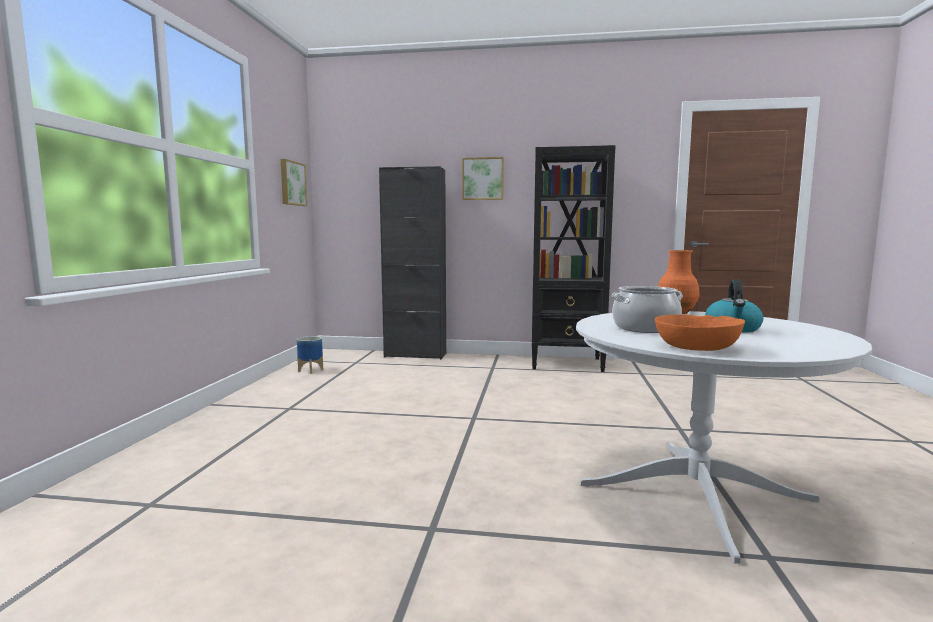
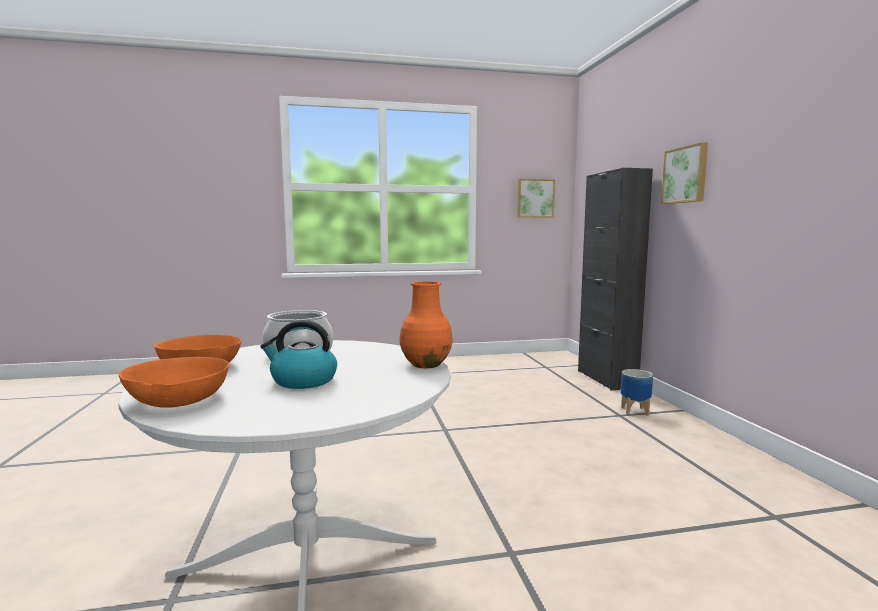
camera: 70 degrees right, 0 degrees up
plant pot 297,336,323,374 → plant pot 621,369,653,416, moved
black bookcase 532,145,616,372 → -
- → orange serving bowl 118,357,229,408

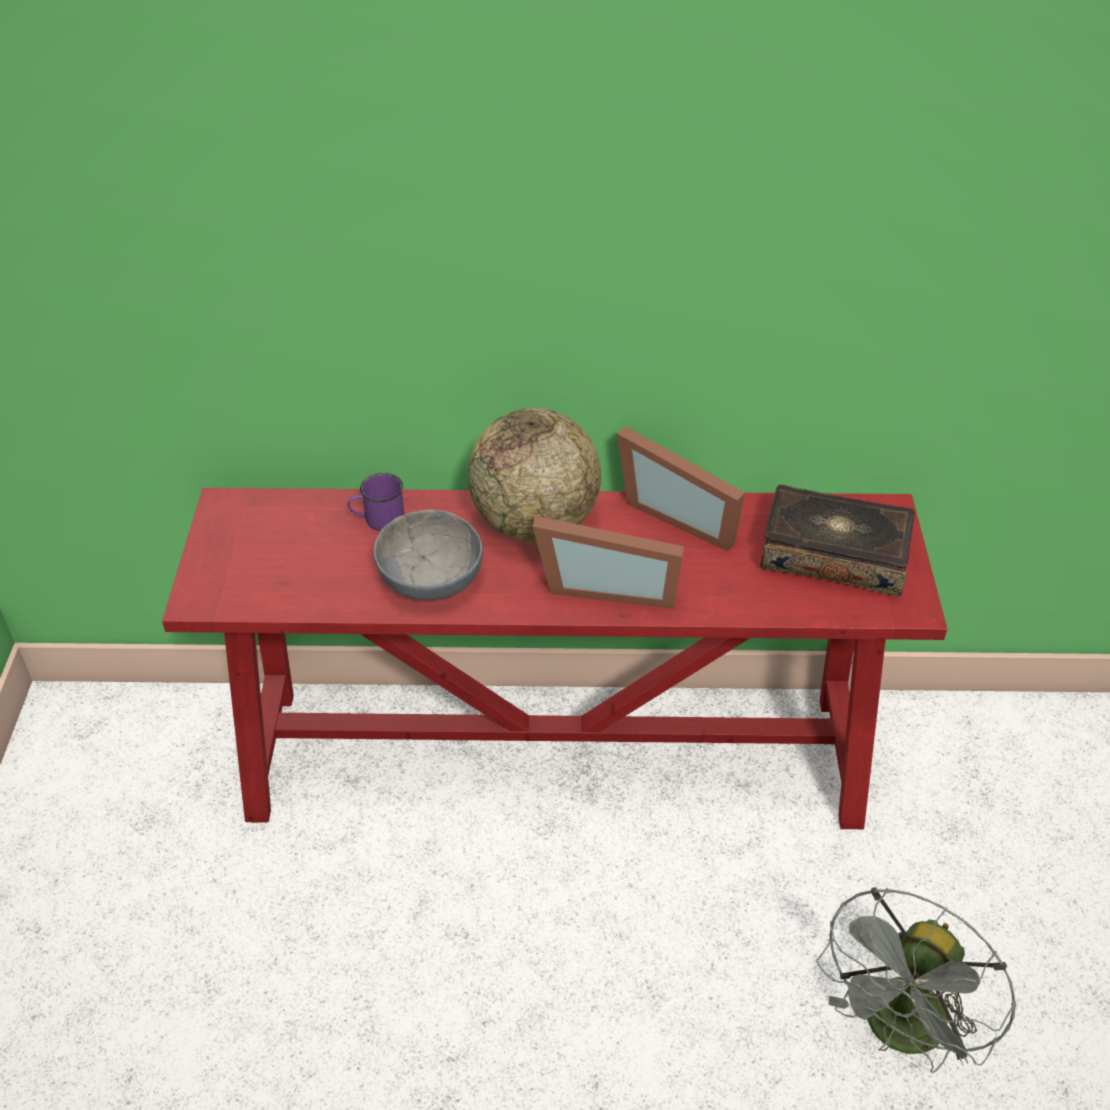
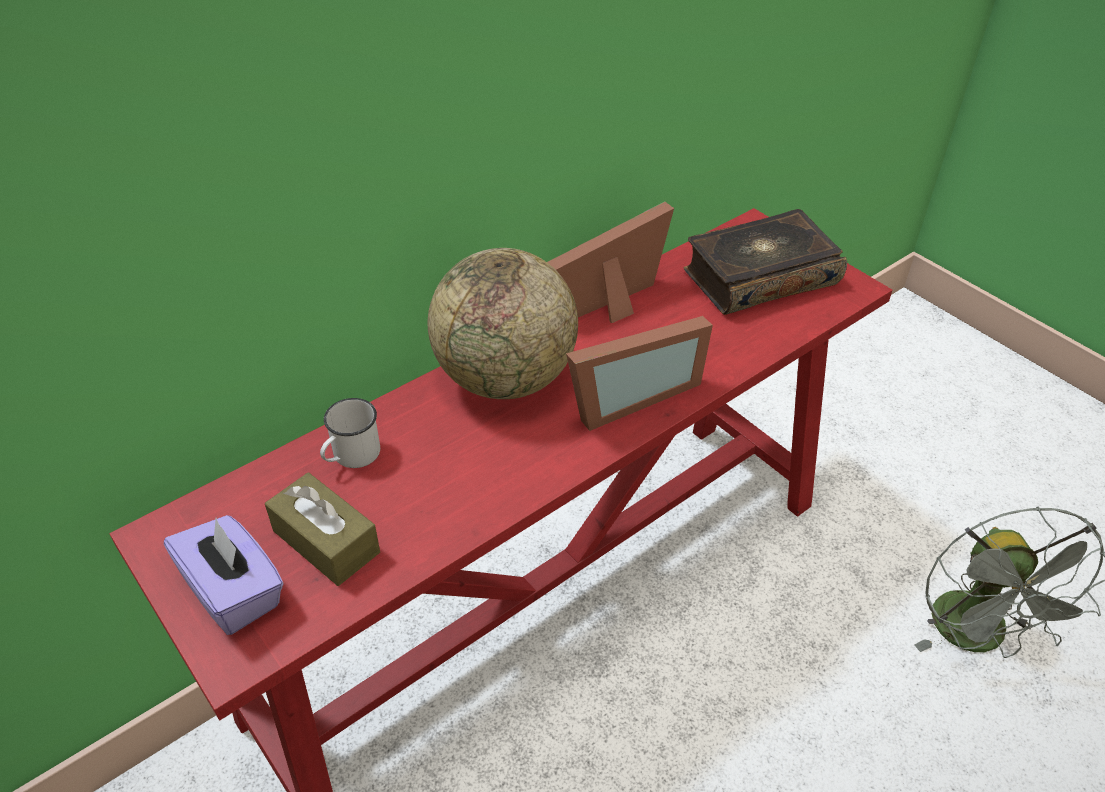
camera: 40 degrees left, 0 degrees up
purplish tea mug 348,473,404,531 → white-coloured tea mug 320,398,380,468
greyish serving bowl 373,509,483,600 → -
picture frame 617,426,745,551 → picture frame 547,202,674,323, 150 degrees clockwise
- → purplish tissue box 164,515,284,635
- → brown tissue box 265,473,380,586

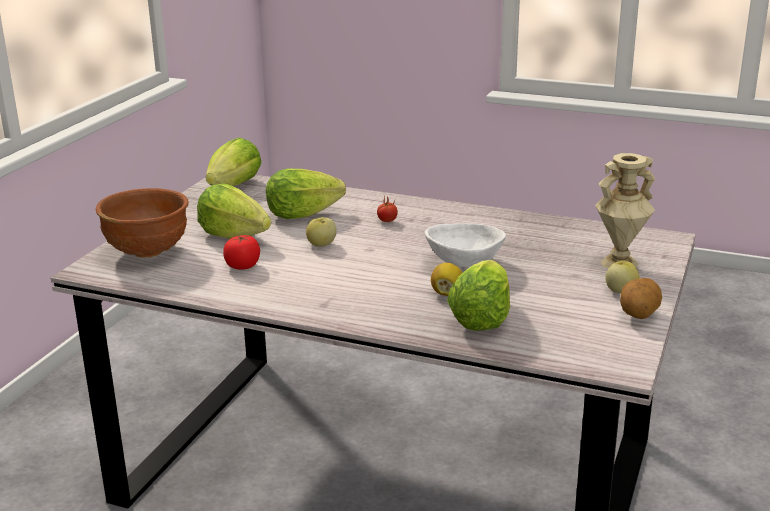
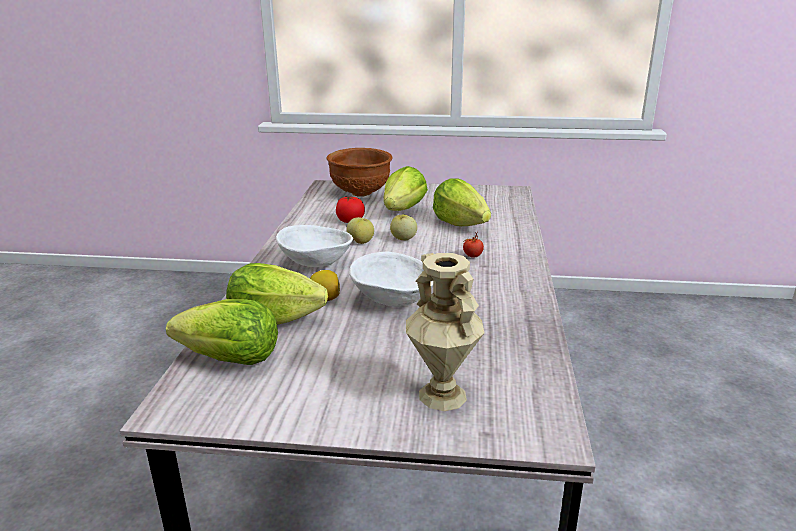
camera: 75 degrees right, 0 degrees up
lettuce 206,137,261,186 → lettuce 166,299,278,365, moved
apple fruit 605,261,640,293 → apple fruit 347,217,374,244, moved
potato 620,278,662,319 → -
- → white-coloured serving bowl 276,225,353,267

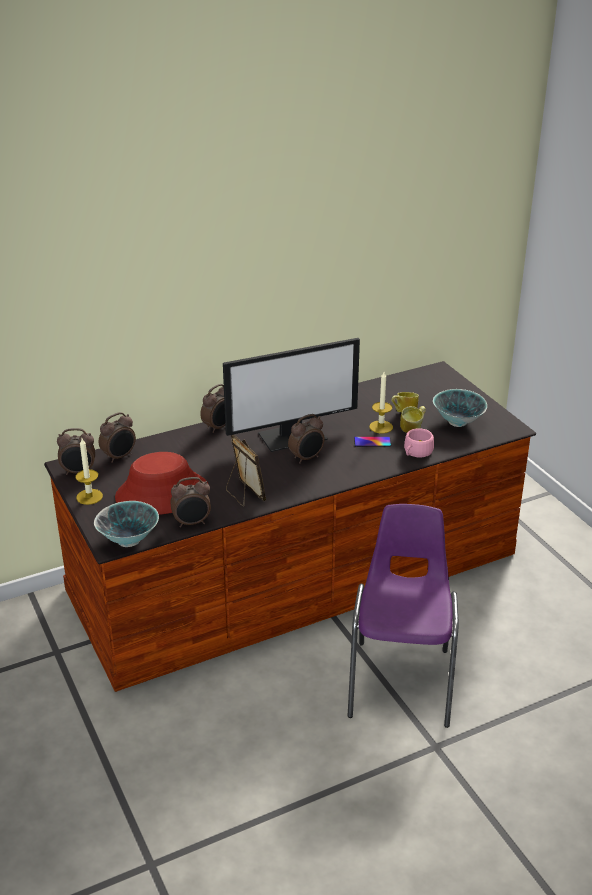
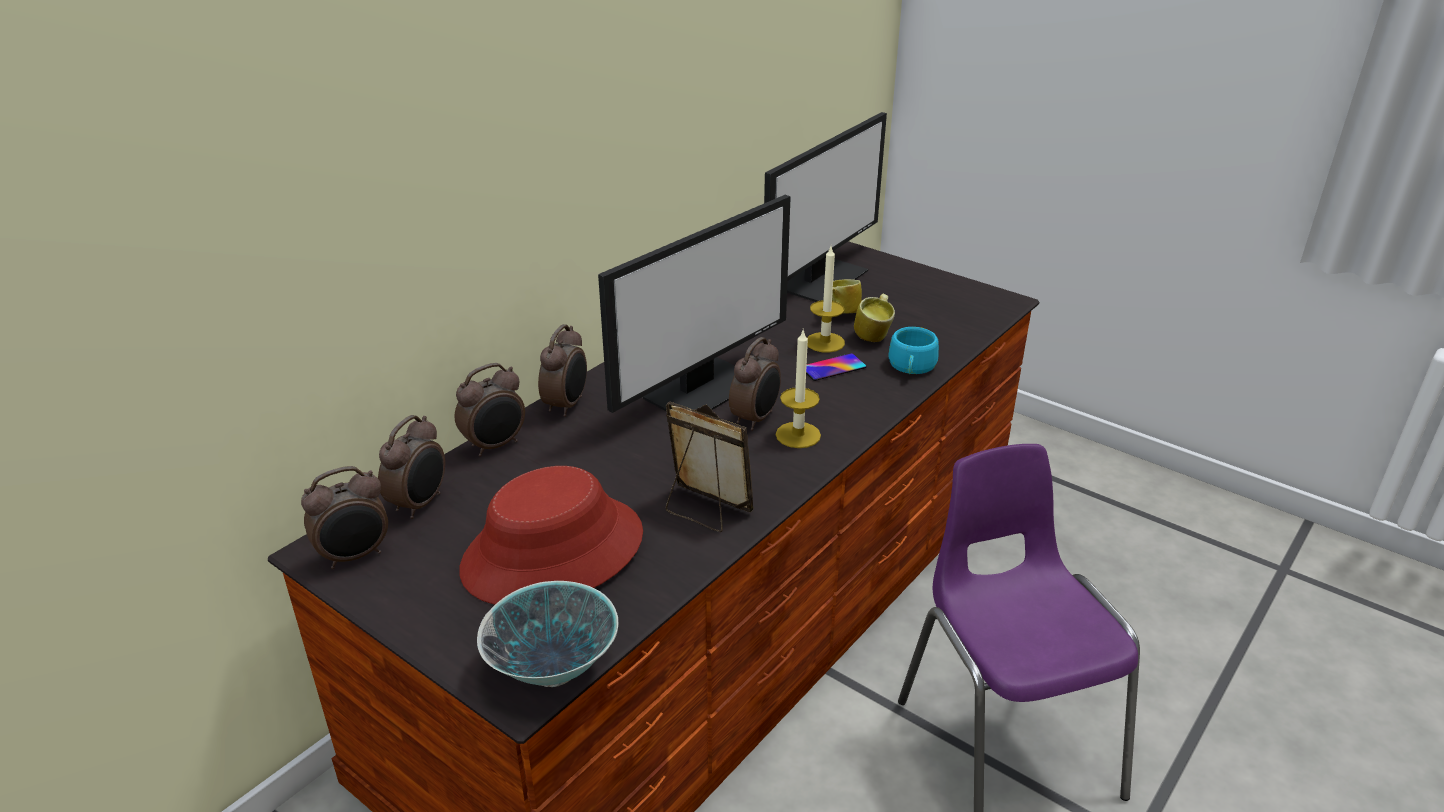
camera: 25 degrees left, 0 degrees up
candle 76,438,103,505 → candle 776,330,821,448, moved
bedside clock 170,477,211,528 → bedside clock 455,363,525,457, moved
pink-coloured small cup 404,428,434,457 → turquoise small cup 889,327,939,374
serving bowl 433,389,487,427 → -
- → monitor 764,112,887,302

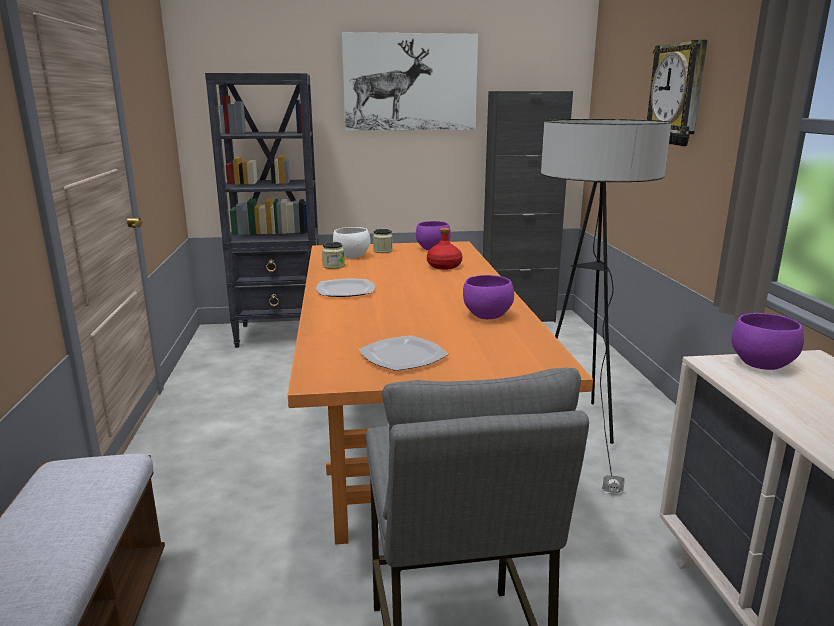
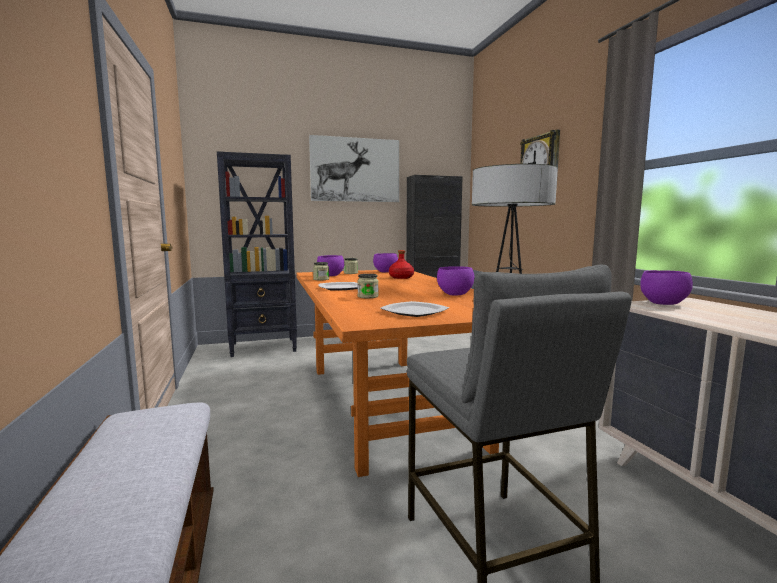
camera: 10 degrees left, 10 degrees down
white-coloured serving bowl 333,227,371,258 → purplish serving bowl 317,255,344,276
- → storage jar 357,274,379,298

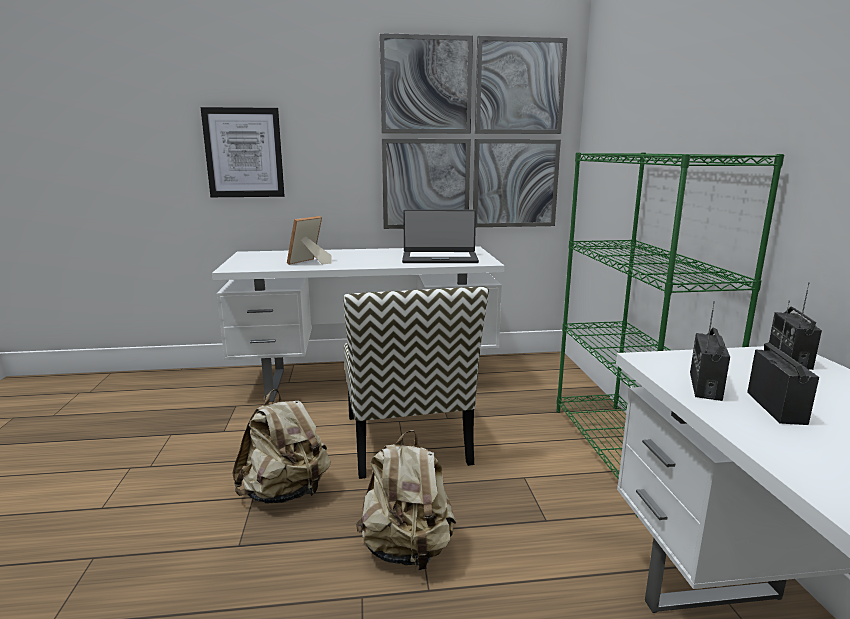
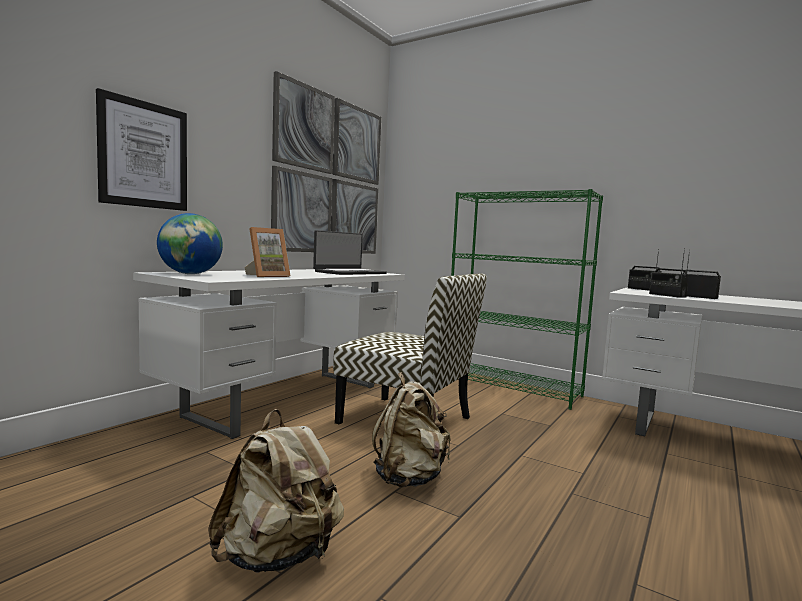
camera: 50 degrees left, 10 degrees down
picture frame 287,216,332,265 → picture frame 244,227,291,277, 120 degrees counterclockwise
sand-coloured knapsack 356,430,456,570 → sand-coloured knapsack 208,409,344,573, moved
- → desk globe 157,213,223,274

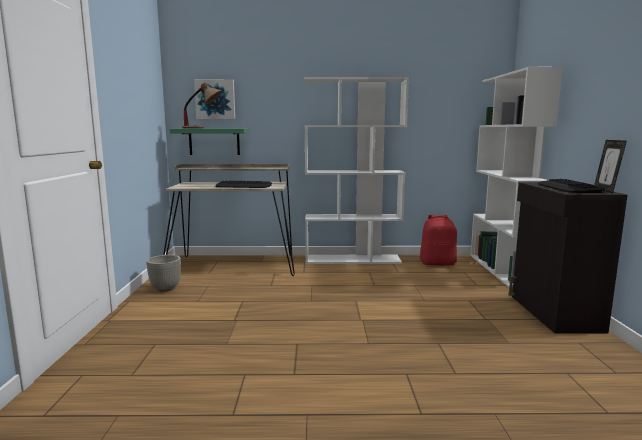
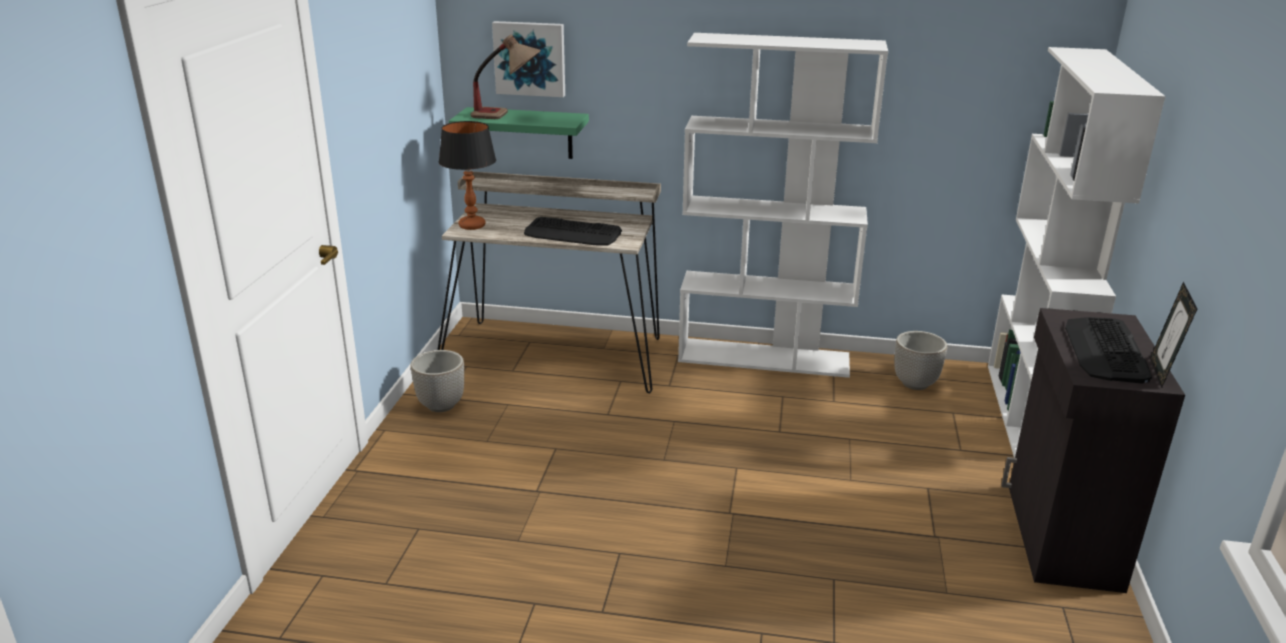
camera: 10 degrees right, 15 degrees up
red knapsack 420,215,457,266 → plant pot 894,331,947,390
- → table lamp 439,121,496,230

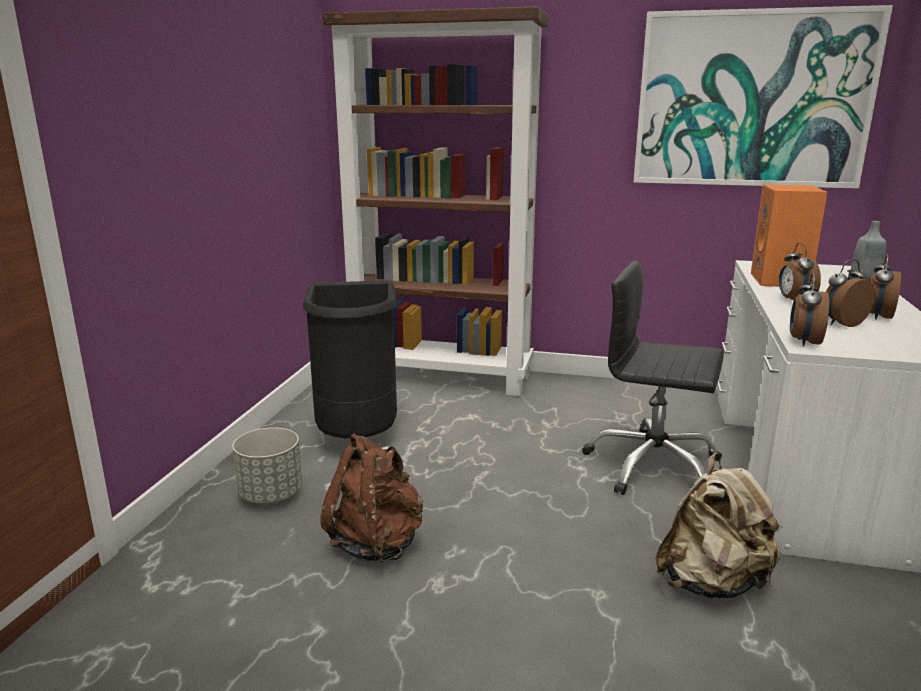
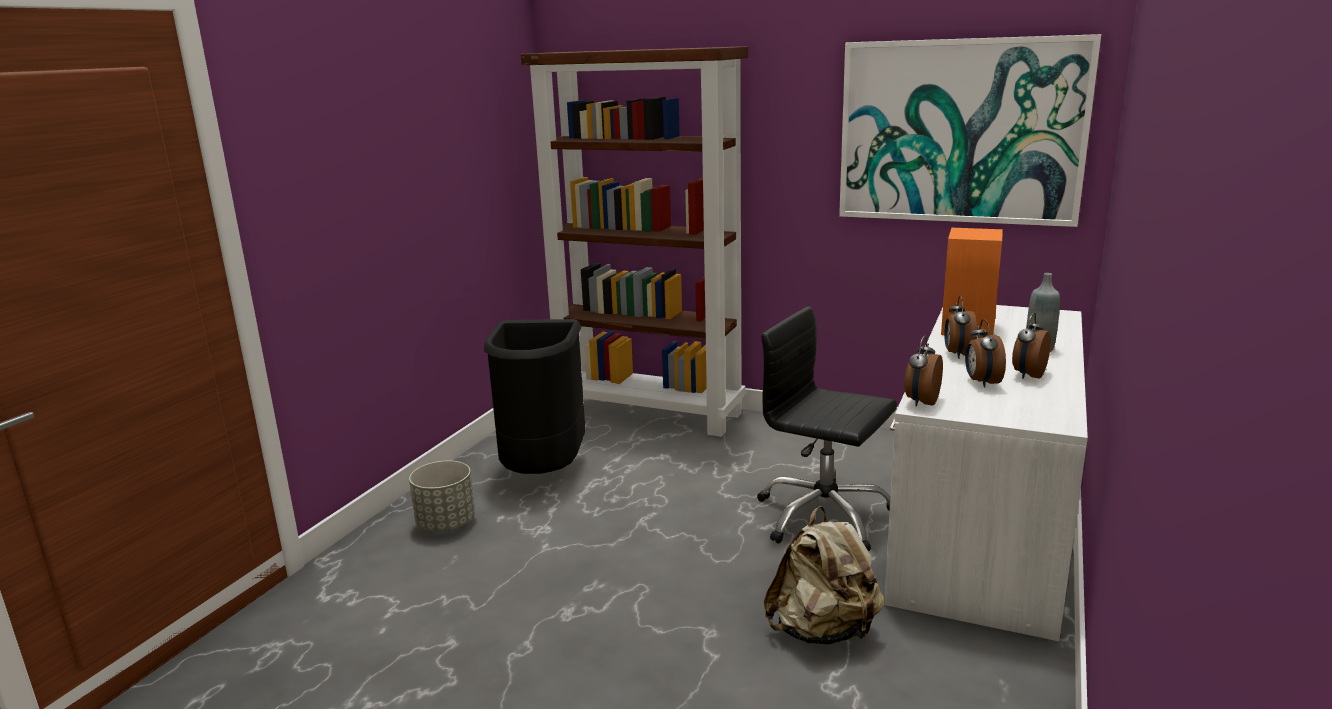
camera: 10 degrees right, 0 degrees up
brown knapsack 320,433,423,563 → -
bedside clock 826,259,875,327 → bedside clock 965,319,1006,387, 75 degrees counterclockwise

